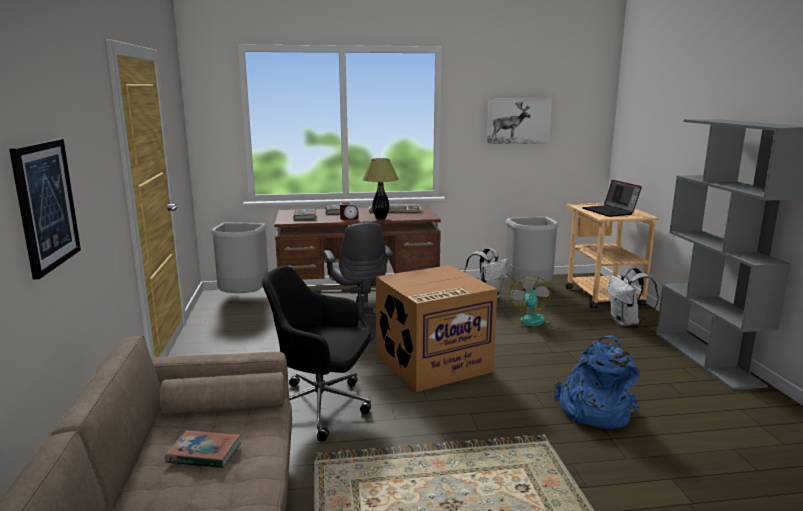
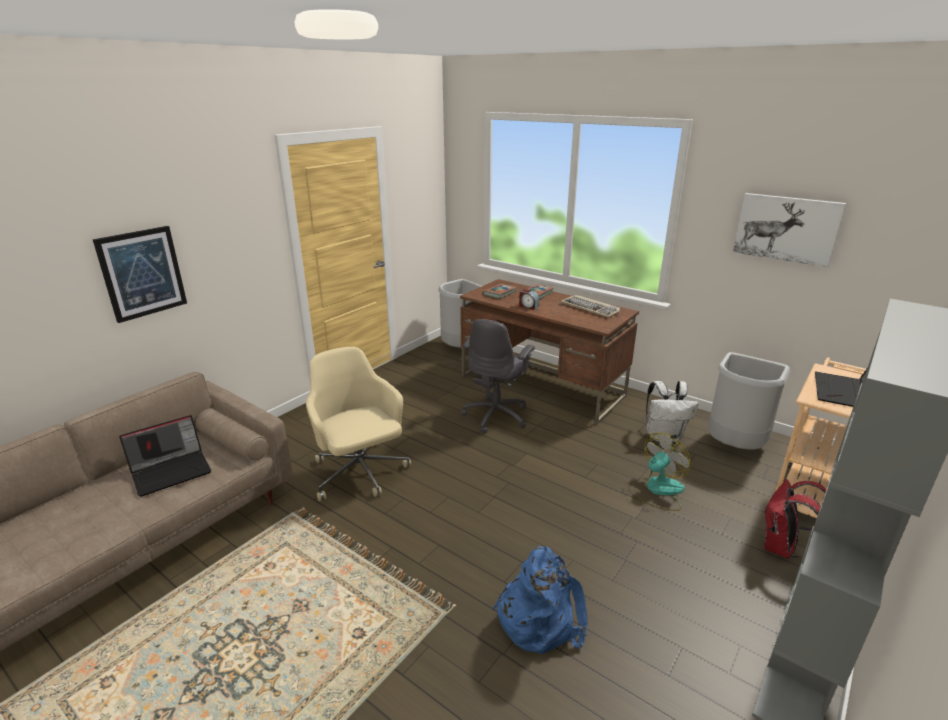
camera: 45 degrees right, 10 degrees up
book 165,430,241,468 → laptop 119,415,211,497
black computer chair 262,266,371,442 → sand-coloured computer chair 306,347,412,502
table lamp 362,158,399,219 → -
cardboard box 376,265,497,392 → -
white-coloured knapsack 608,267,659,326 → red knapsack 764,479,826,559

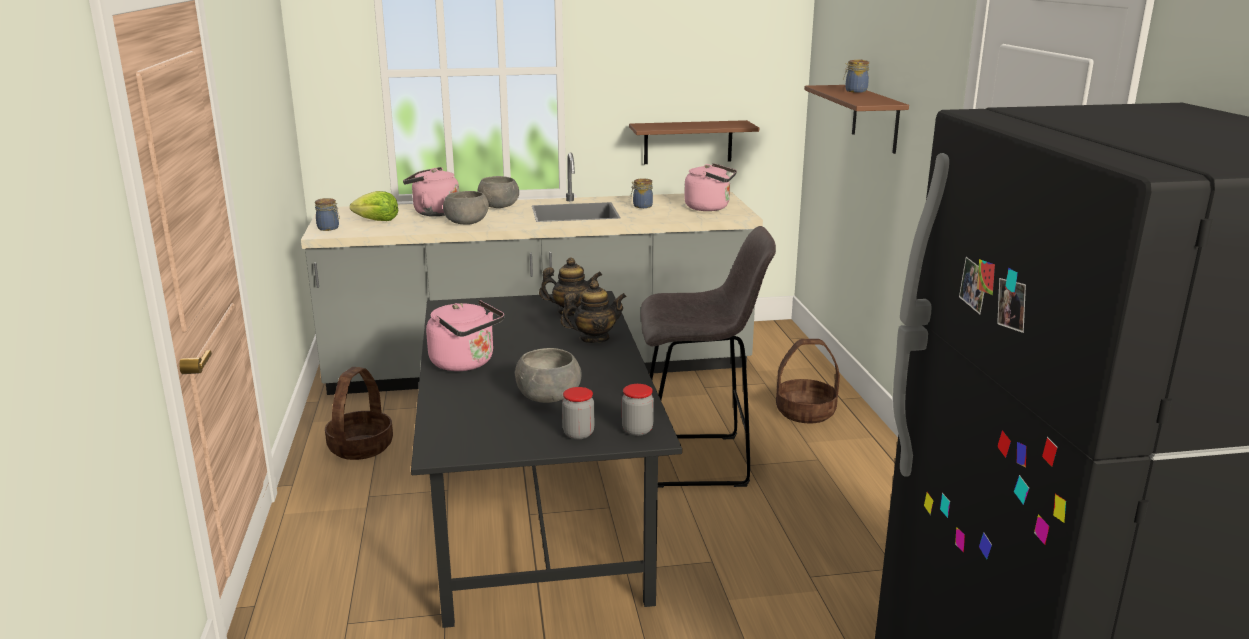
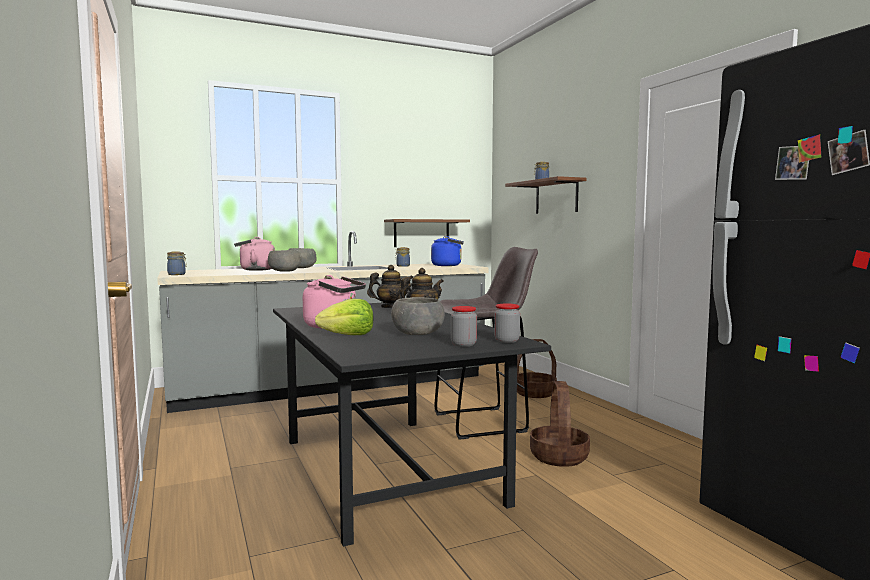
camera: 15 degrees left, 15 degrees down
household basket 325,367,393,460 → household basket 530,381,590,467, moved
lettuce 350,191,398,221 → lettuce 315,299,373,335, moved
pink-coloured tea kettle 684,163,737,211 → bluish tea kettle 431,236,464,266

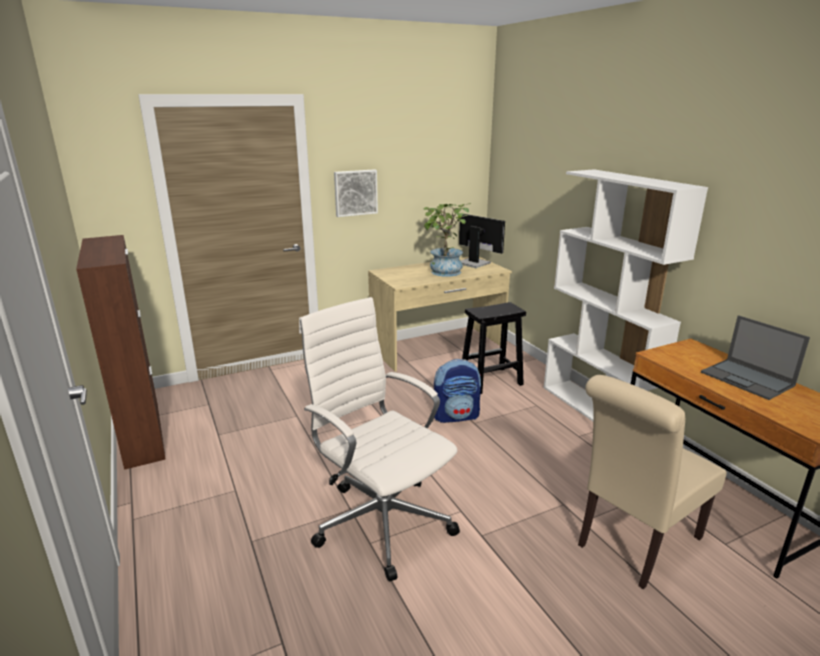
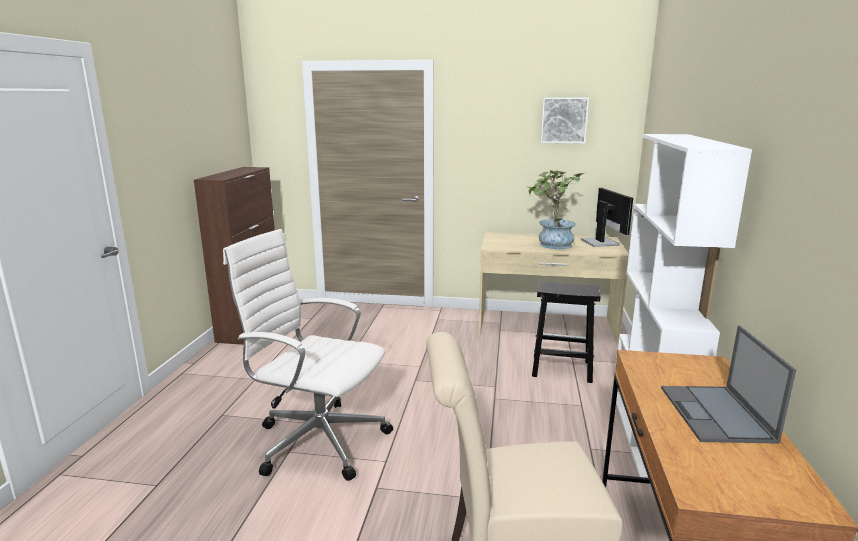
camera: 35 degrees right, 5 degrees down
white-coloured computer chair 299,297,460,582 → white-coloured computer chair 223,229,393,481, 60 degrees counterclockwise
picture 334,169,378,217 → picture 541,97,589,144, moved
knapsack 434,359,481,423 → -

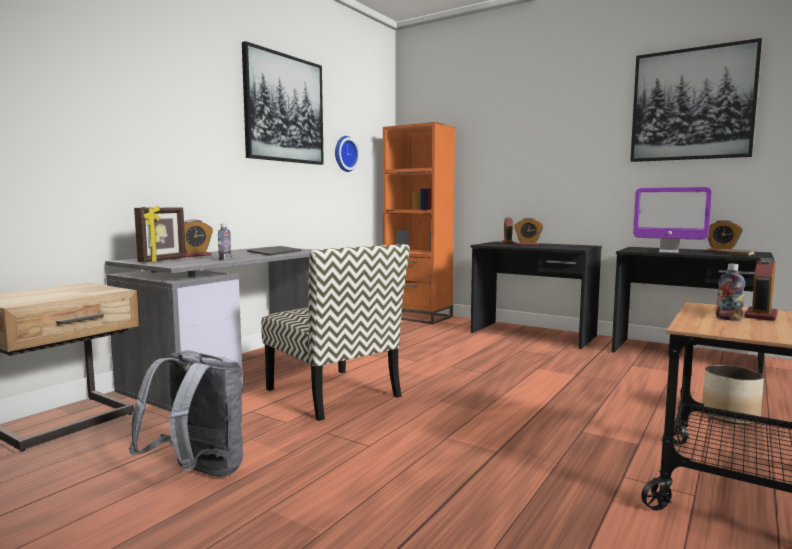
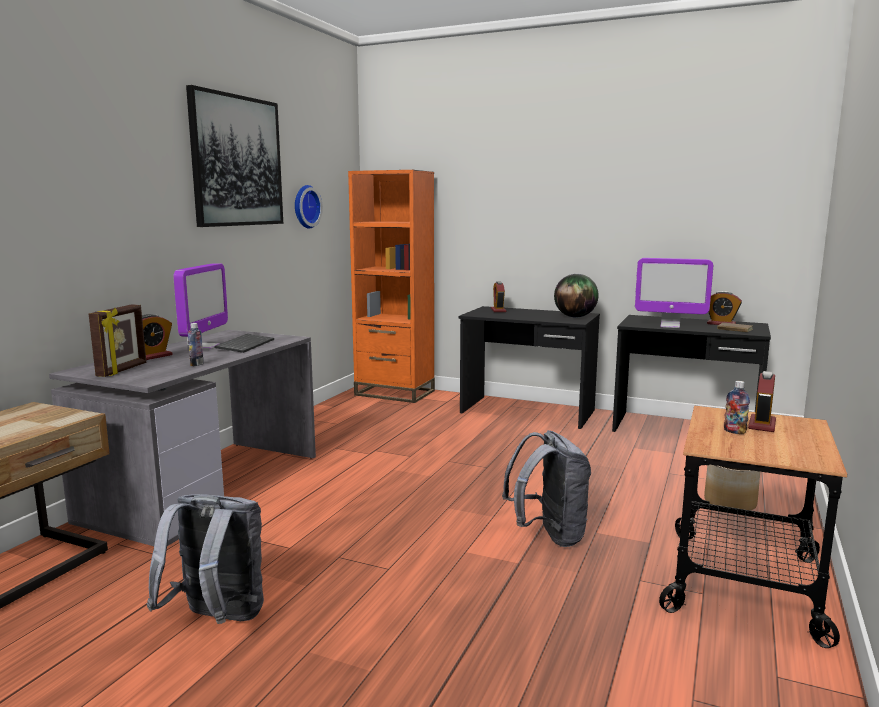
camera: 10 degrees left, 5 degrees up
upright chair 261,244,410,421 → -
bedside clock 514,218,543,246 → -
picture 630,38,762,162 → -
- → monitor 173,263,228,349
- → greyish knapsack 502,430,591,547
- → desk globe 554,274,599,317

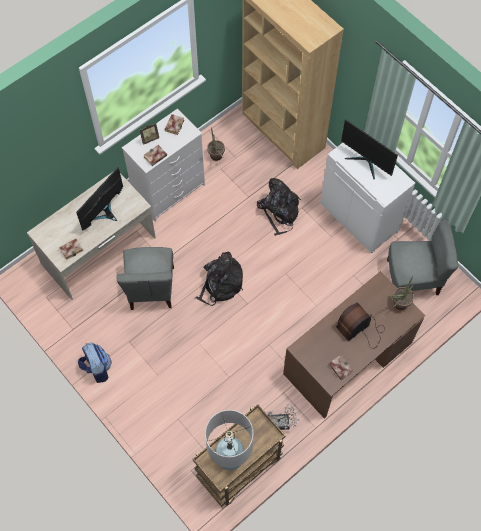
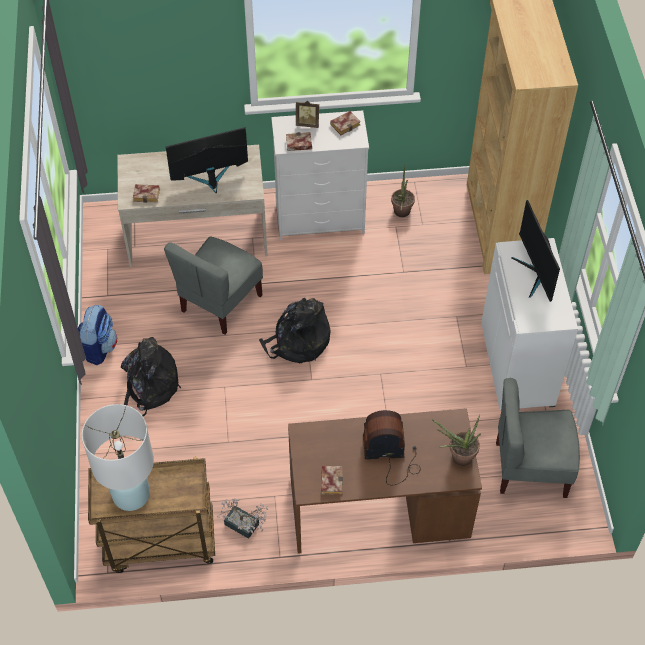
camera: 35 degrees right, 10 degrees down
black knapsack 257,178,301,236 → black knapsack 121,337,181,416, moved
greyish upright chair 387,219,458,295 → greyish upright chair 496,378,580,498, 150 degrees clockwise

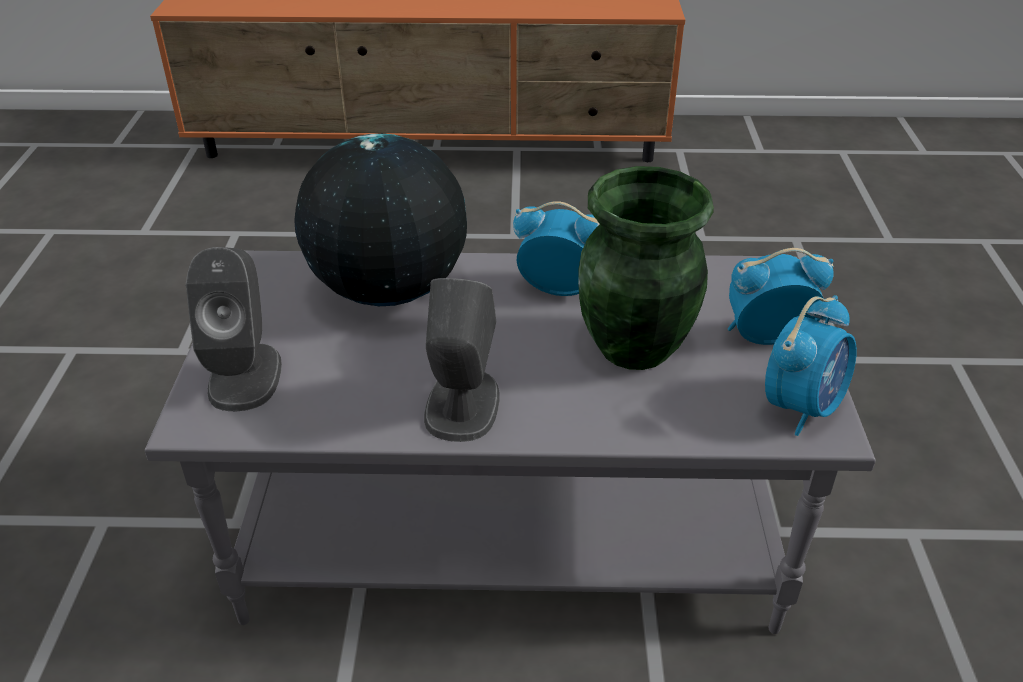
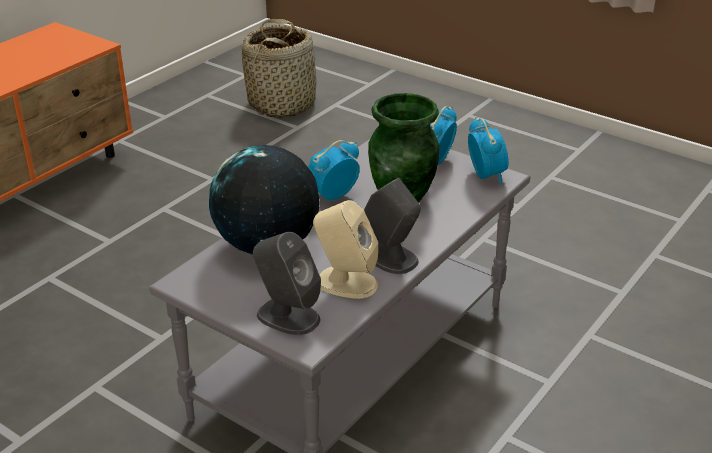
camera: 55 degrees left, 5 degrees down
- → household basket 242,19,316,118
- → sand-coloured audio speaker 313,200,378,299

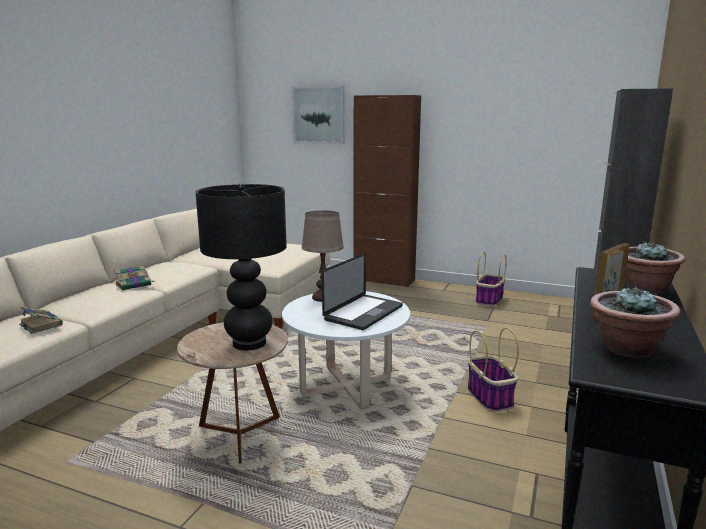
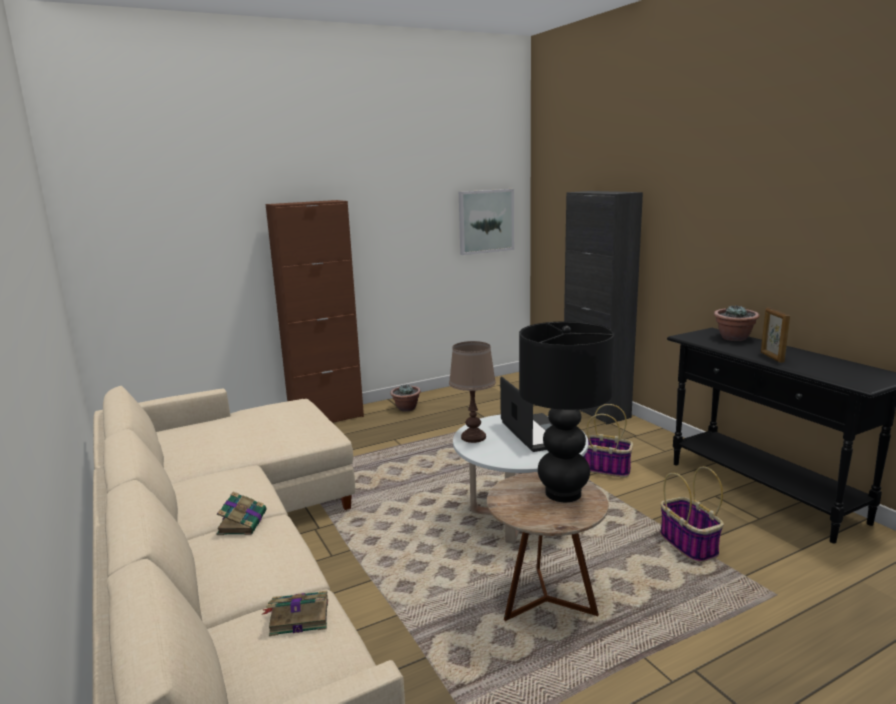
camera: 50 degrees left, 0 degrees up
picture 292,86,345,144 → picture 459,189,514,255, moved
household basket 476,252,507,306 → household basket 660,466,724,562, moved
potted plant 590,286,680,358 → potted plant 390,385,421,412, moved

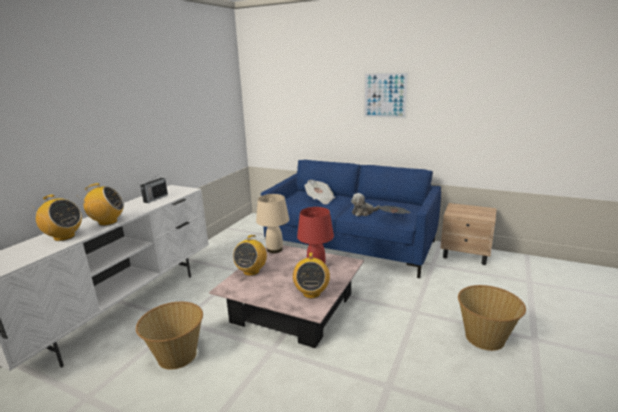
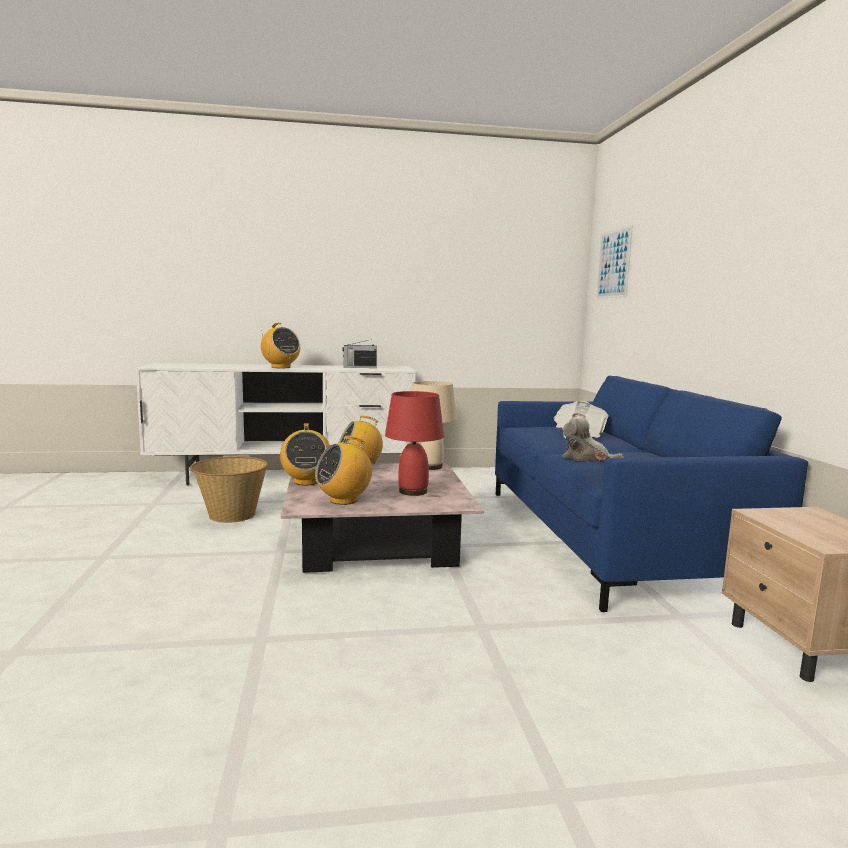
camera: 55 degrees right, 10 degrees down
radio set 31,195,82,241 → radio set 280,423,330,486, moved
picture 363,71,409,119 → picture 596,225,633,299, moved
household basket 458,285,526,351 → -

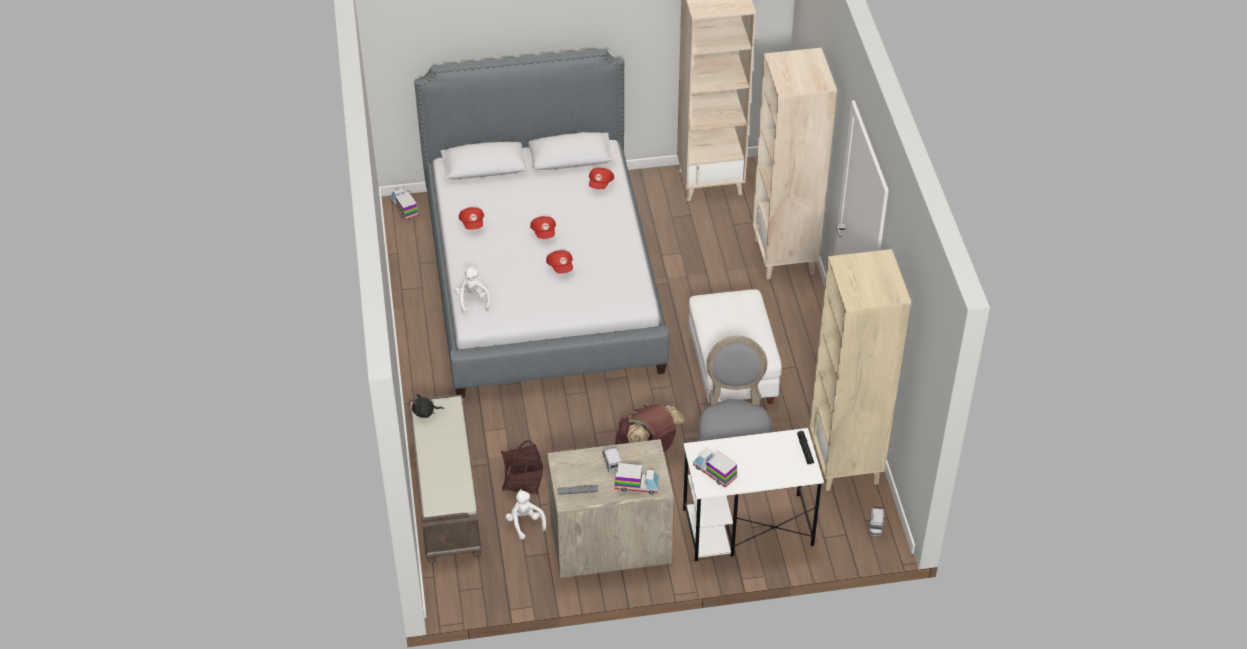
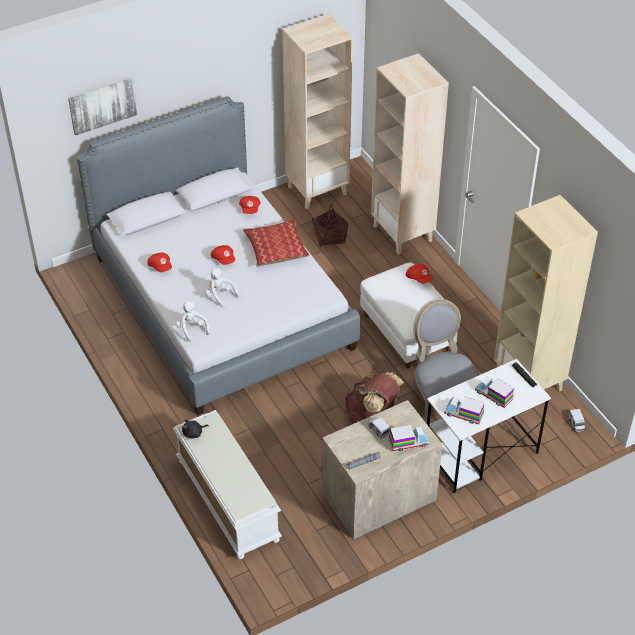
camera: 20 degrees left, 0 degrees up
toy lorry 390,188,419,220 → toy lorry 475,376,514,408, moved
brown long seat 408,395,482,563 → white-coloured long seat 173,410,282,559
household basket 501,440,543,495 → household basket 312,204,348,248, moved
white-coloured cuddly toy 505,489,546,540 → white-coloured cuddly toy 205,268,239,308, moved
red peaked cap 546,250,573,274 → red peaked cap 406,264,433,284, moved
- → picture 68,78,138,135
- → throw pillow 243,219,309,267

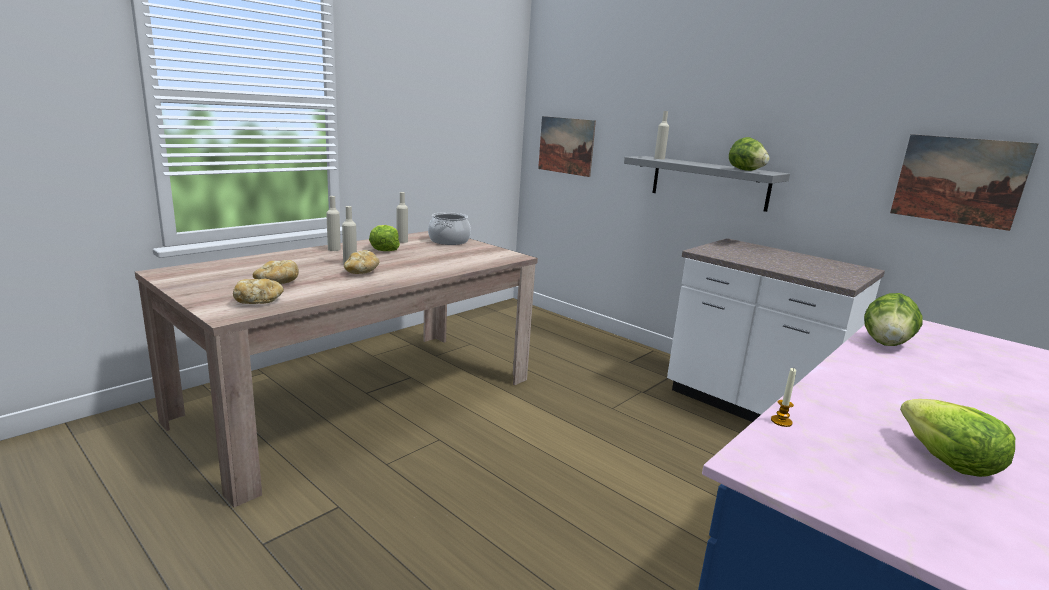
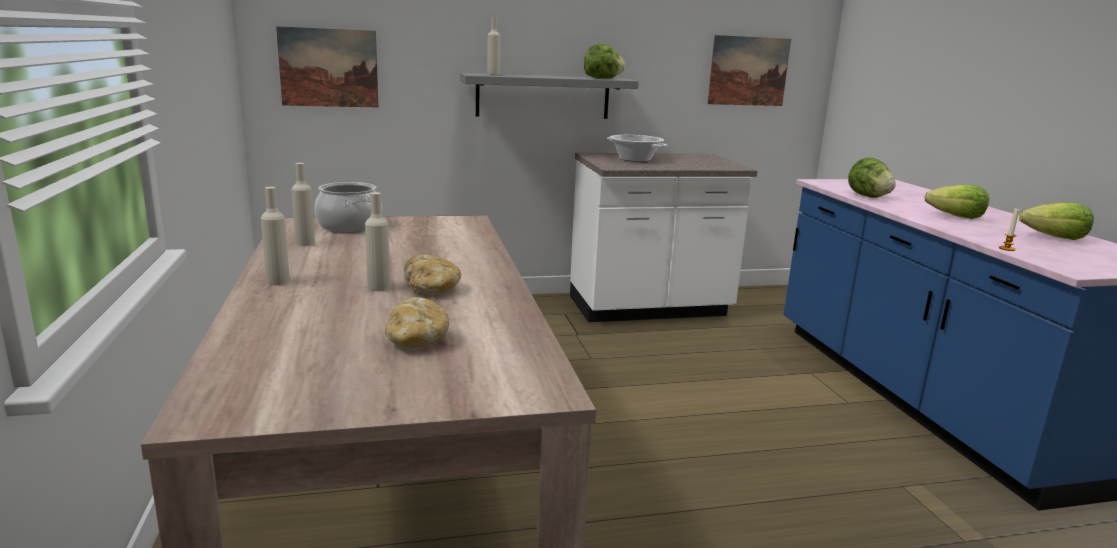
camera: 55 degrees left, 0 degrees up
bakery bread 233,279,284,304 → -
lettuce 369,225,400,251 → lettuce 925,185,989,219, moved
- → stockpot 607,135,667,162

